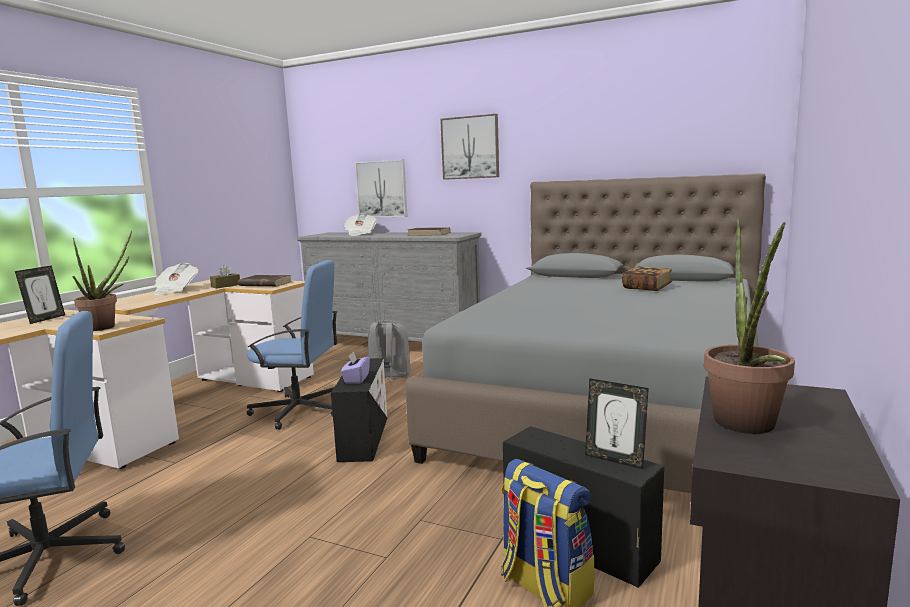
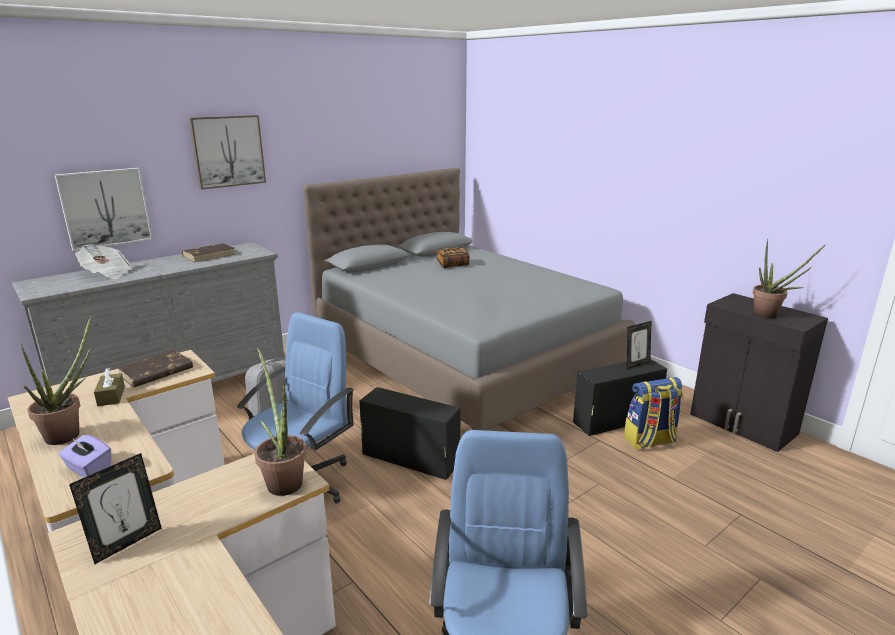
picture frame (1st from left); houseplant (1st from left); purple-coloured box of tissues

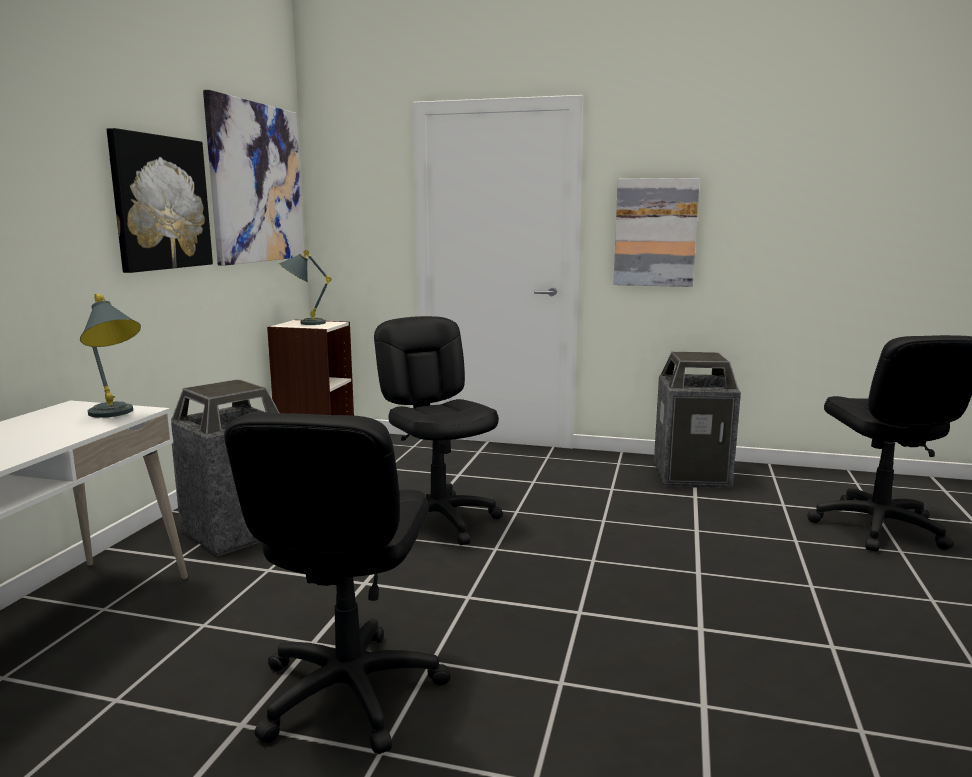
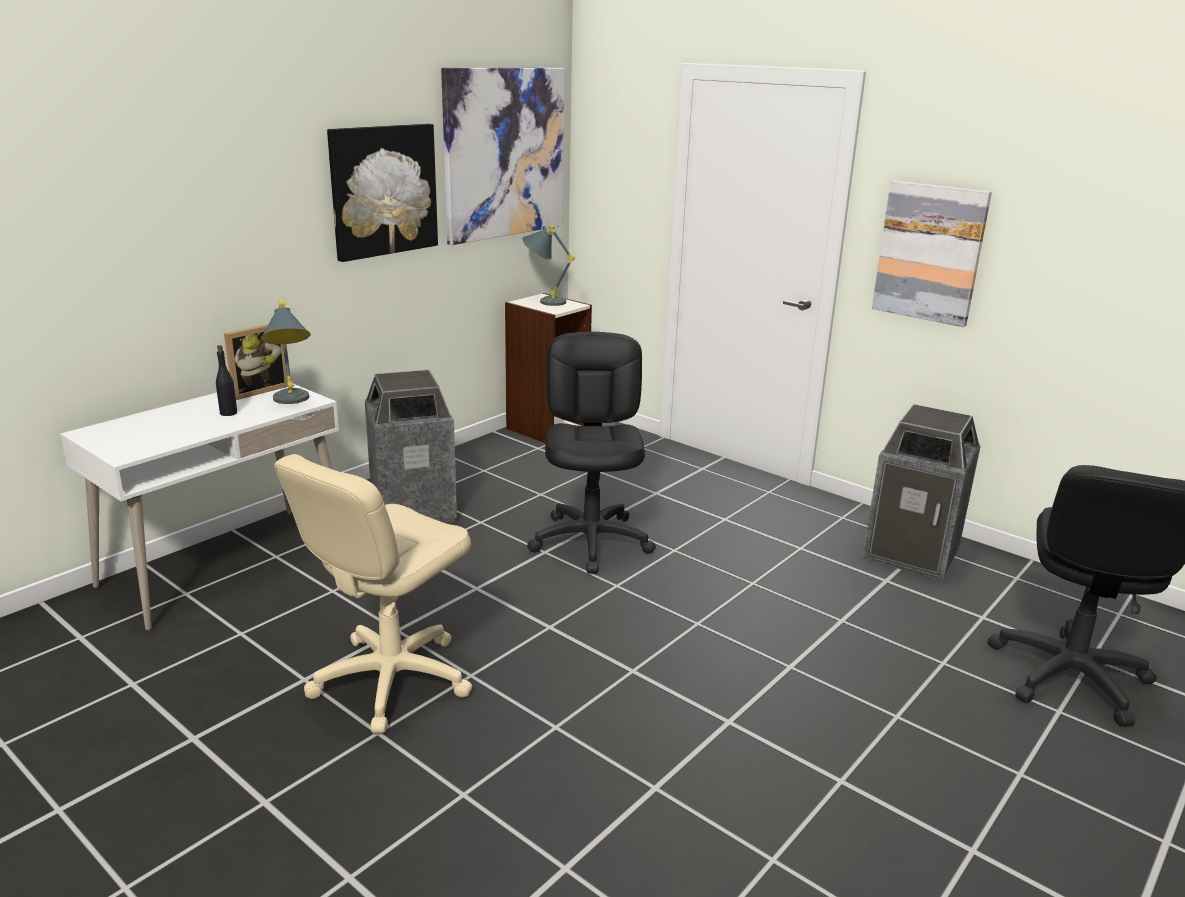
sand-coloured office chair; black-coloured beverage bottle; picture frame

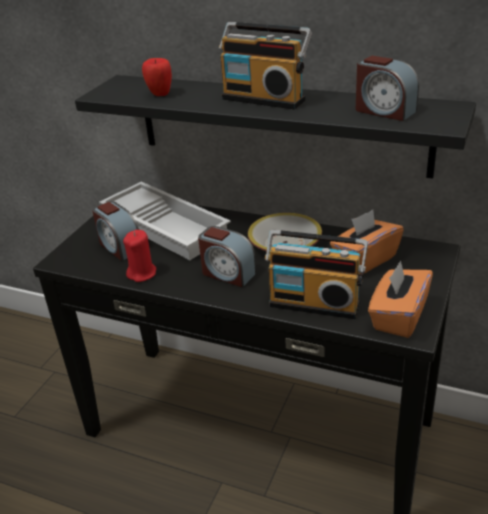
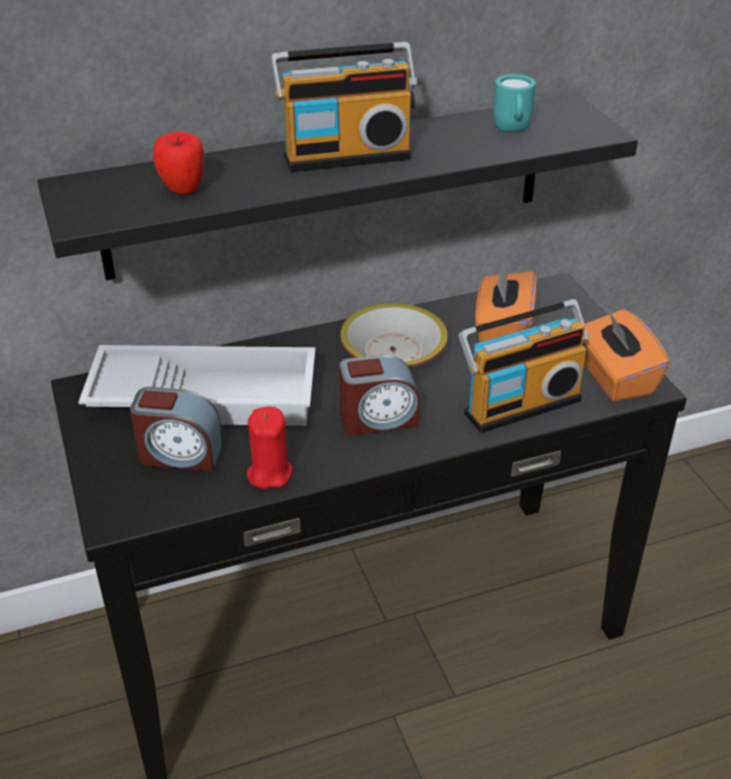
turquoise-coloured tea mug

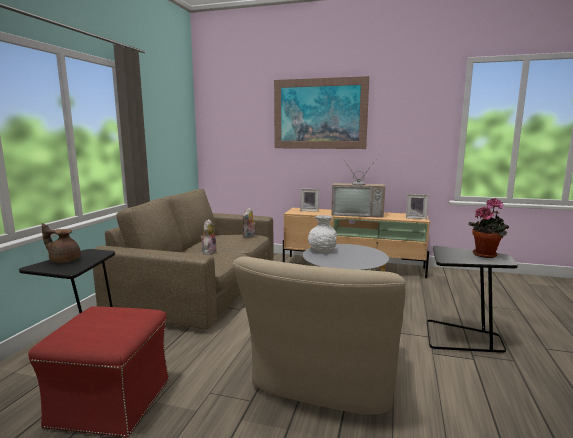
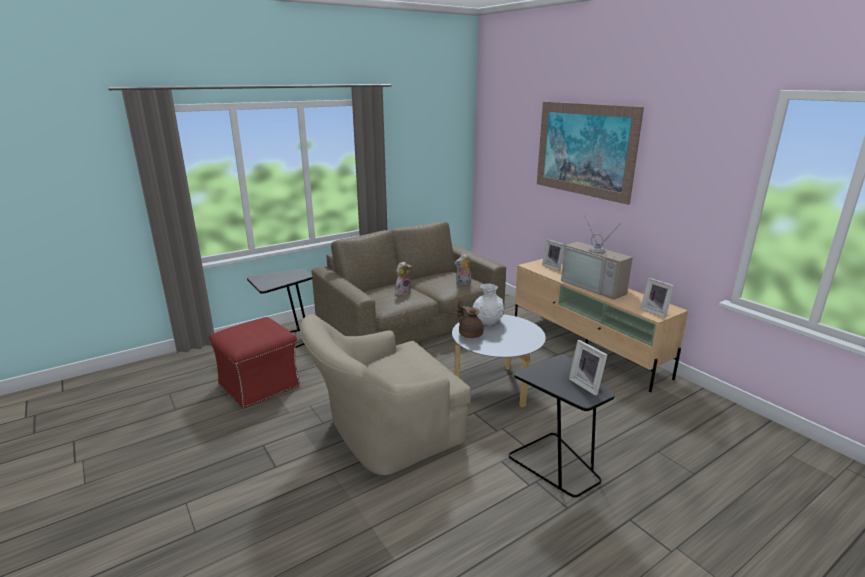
brown-coloured pot for tea; picture frame (2nd from left)

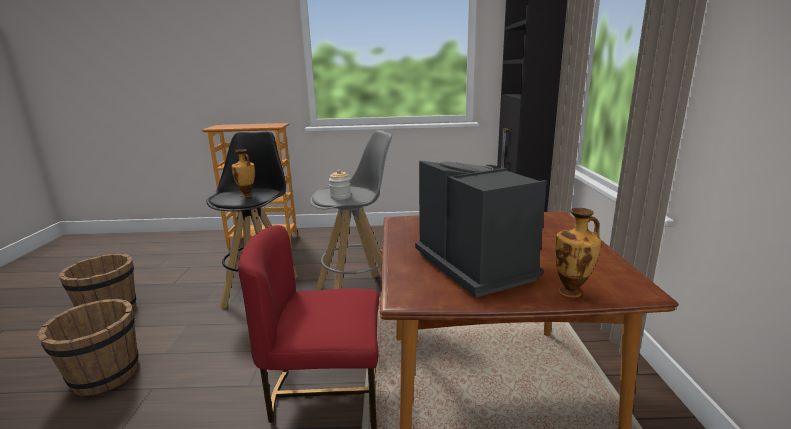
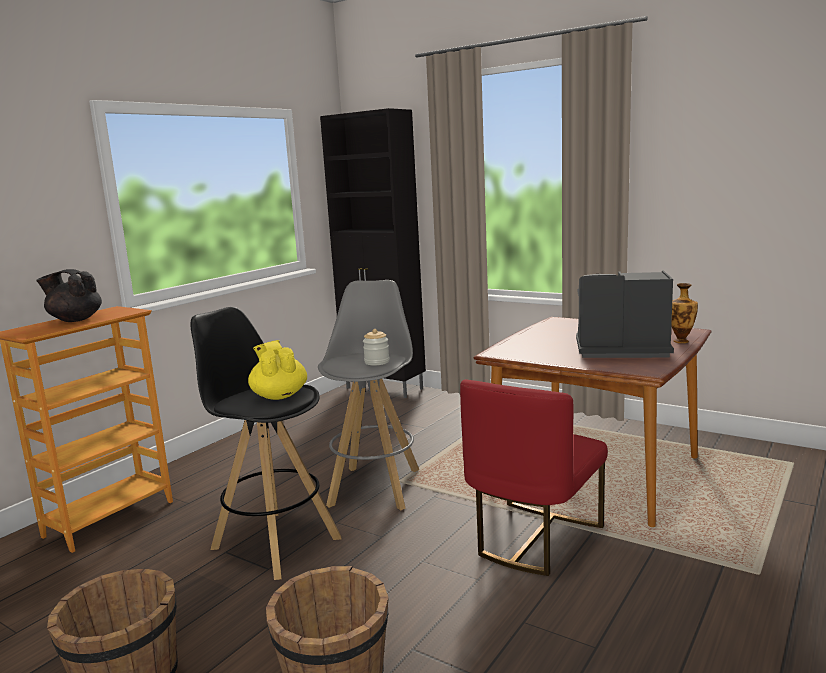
yellow pot for tea; black-coloured pot for tea

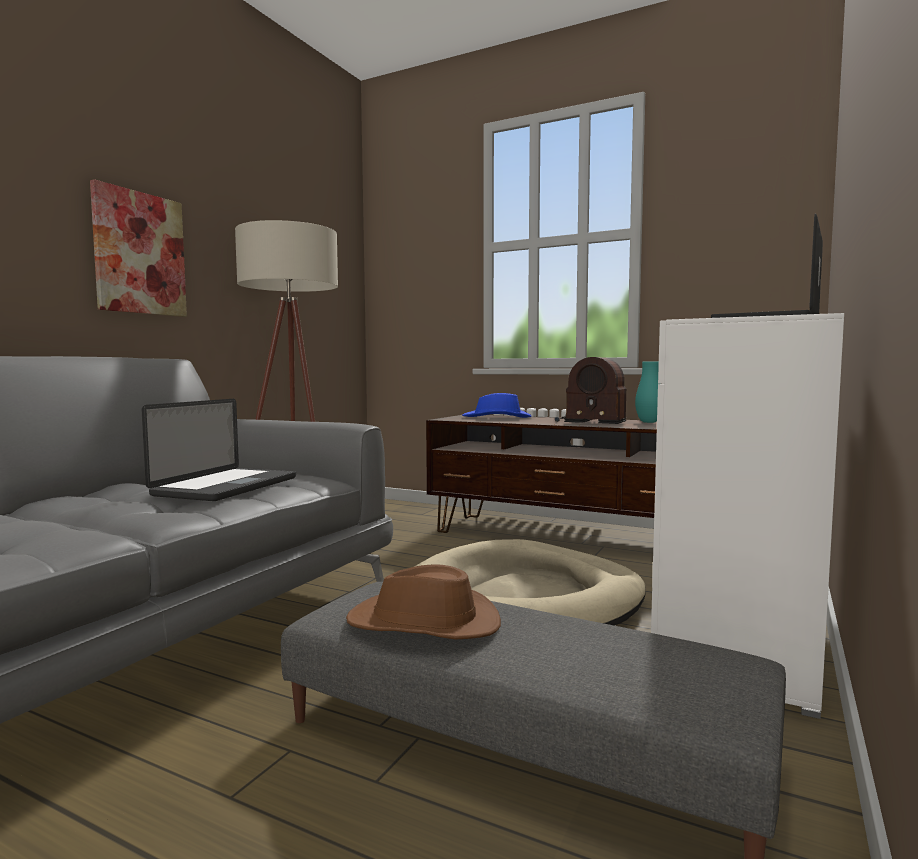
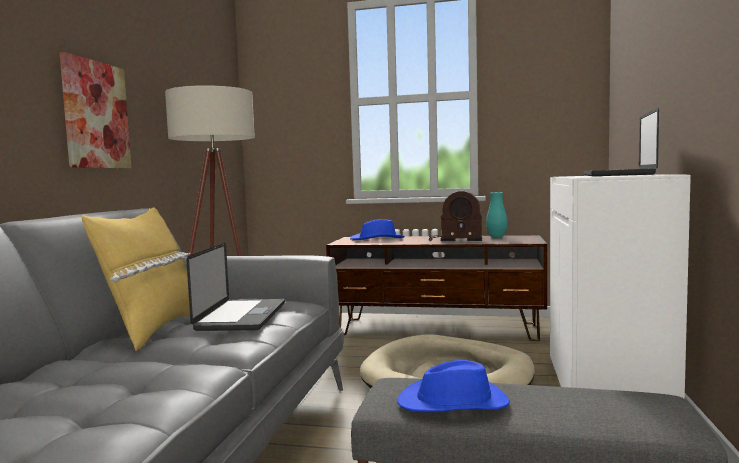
blue wearable hat (2nd from left); yellow throw pillow

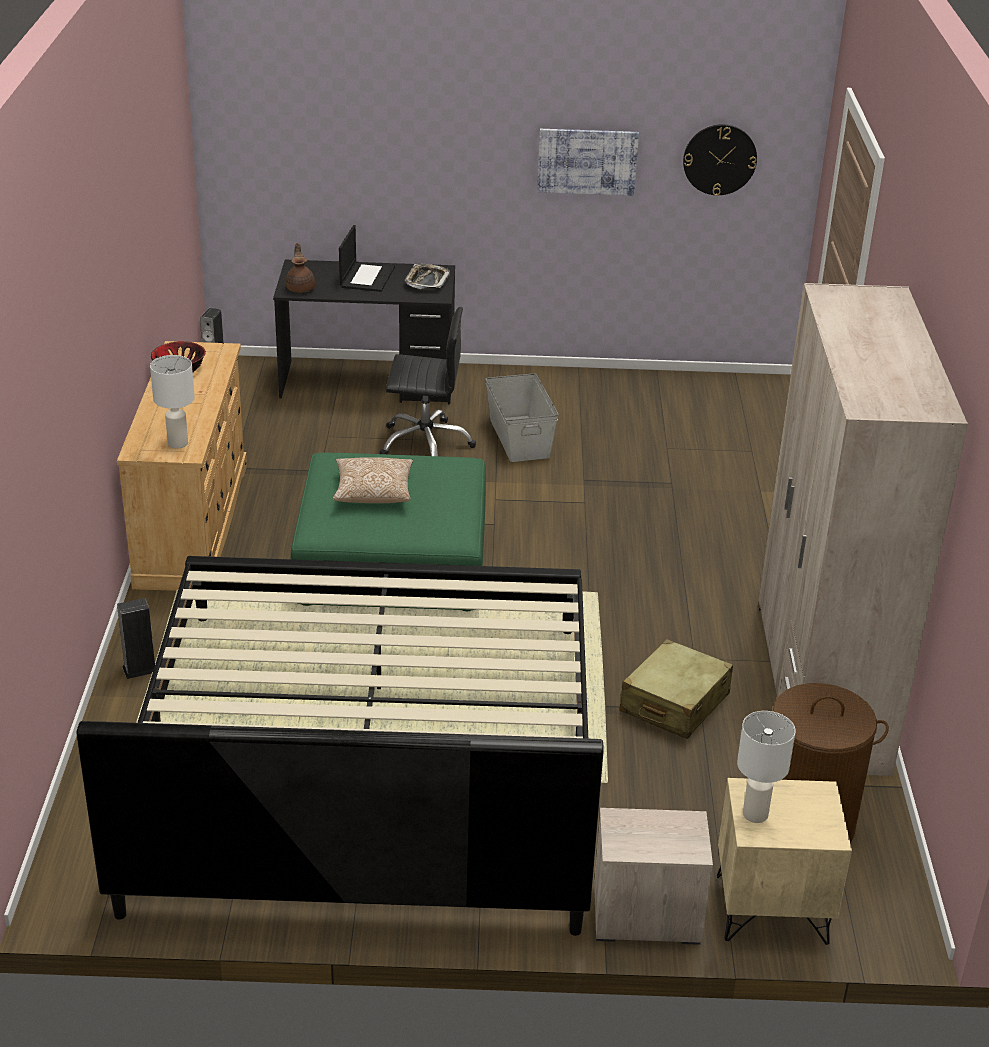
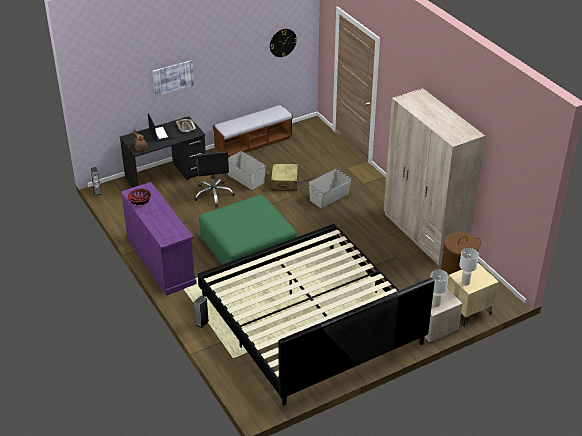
purple-coloured drawer chest; whitish table lamp (1st from left); throw pillow; black-coloured office chair; picture; sand-coloured piece of luggage; indoor bench; gray storage container (2nd from left)

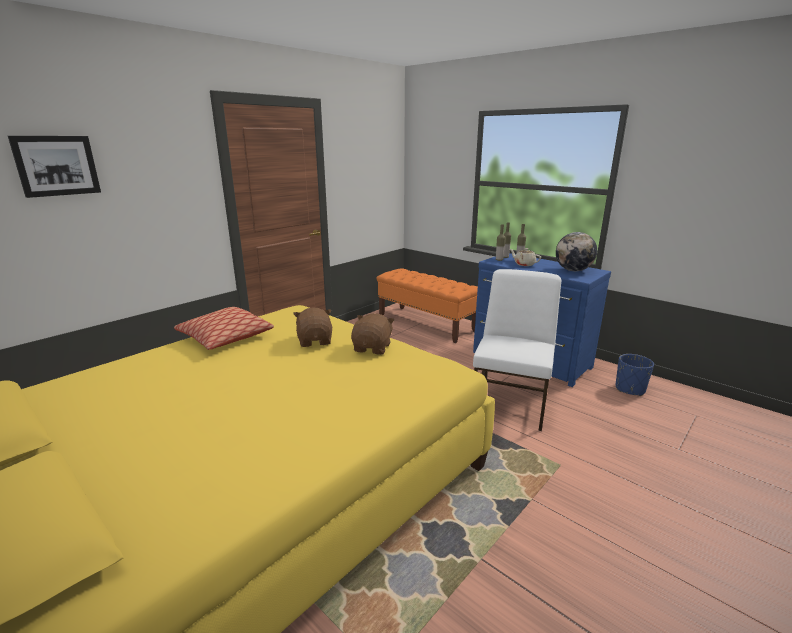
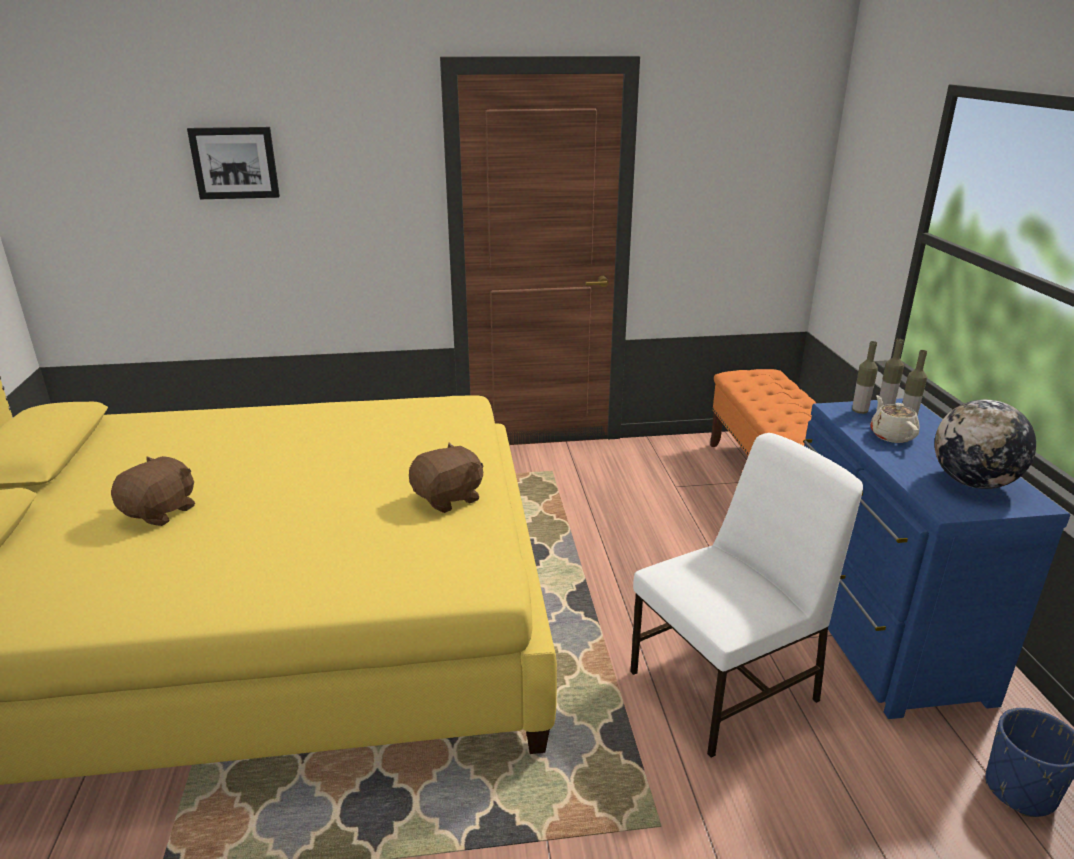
throw pillow; brown-coloured cuddly toy (1st from left)

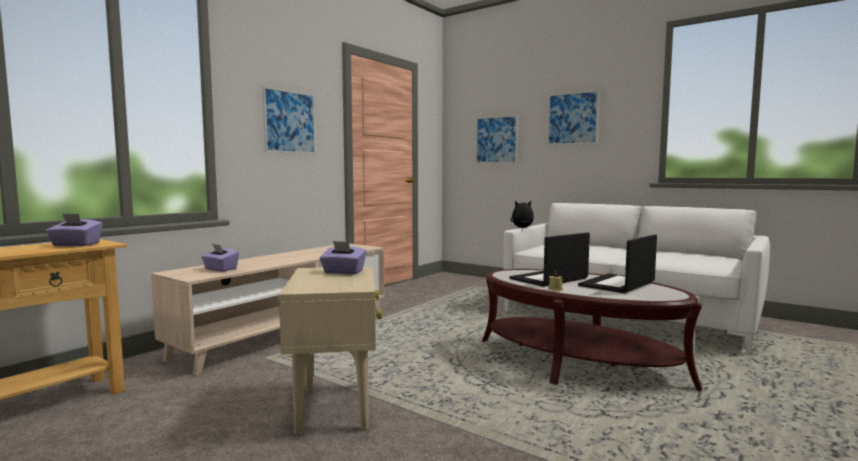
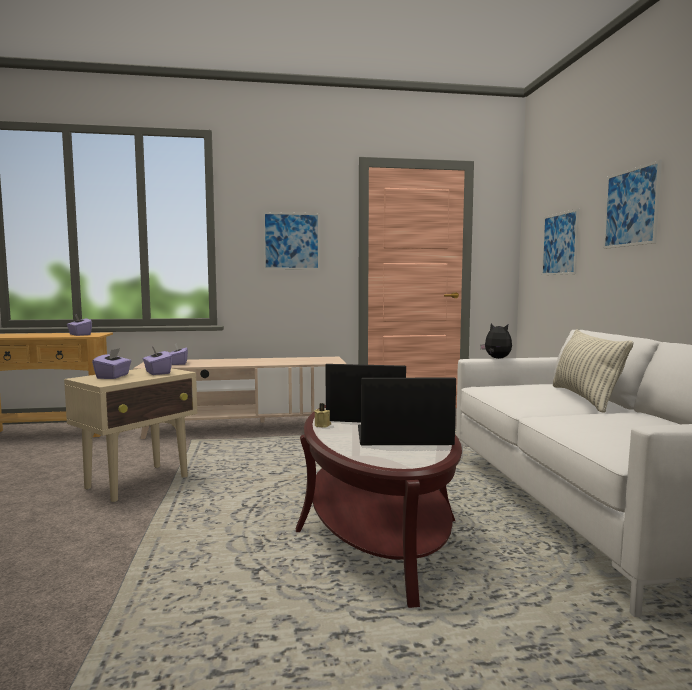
purple-coloured box of tissues (2nd from left); throw pillow

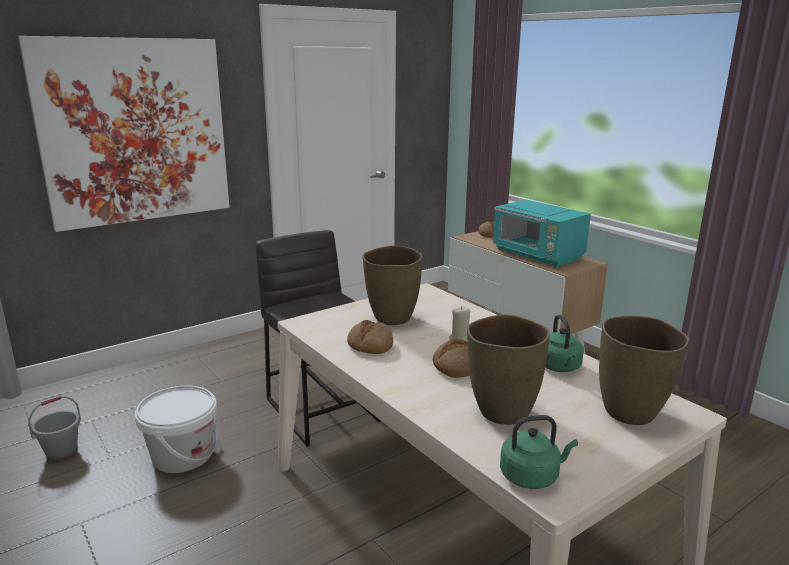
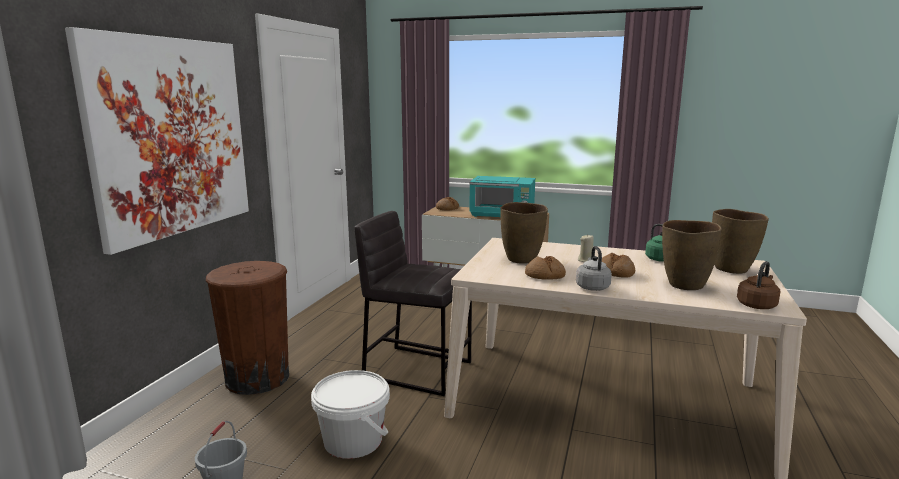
brown-coloured tea kettle; brown-coloured trash can; gray tea kettle

